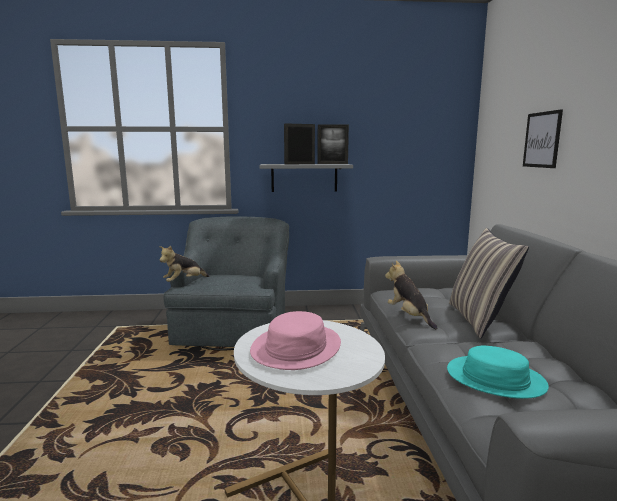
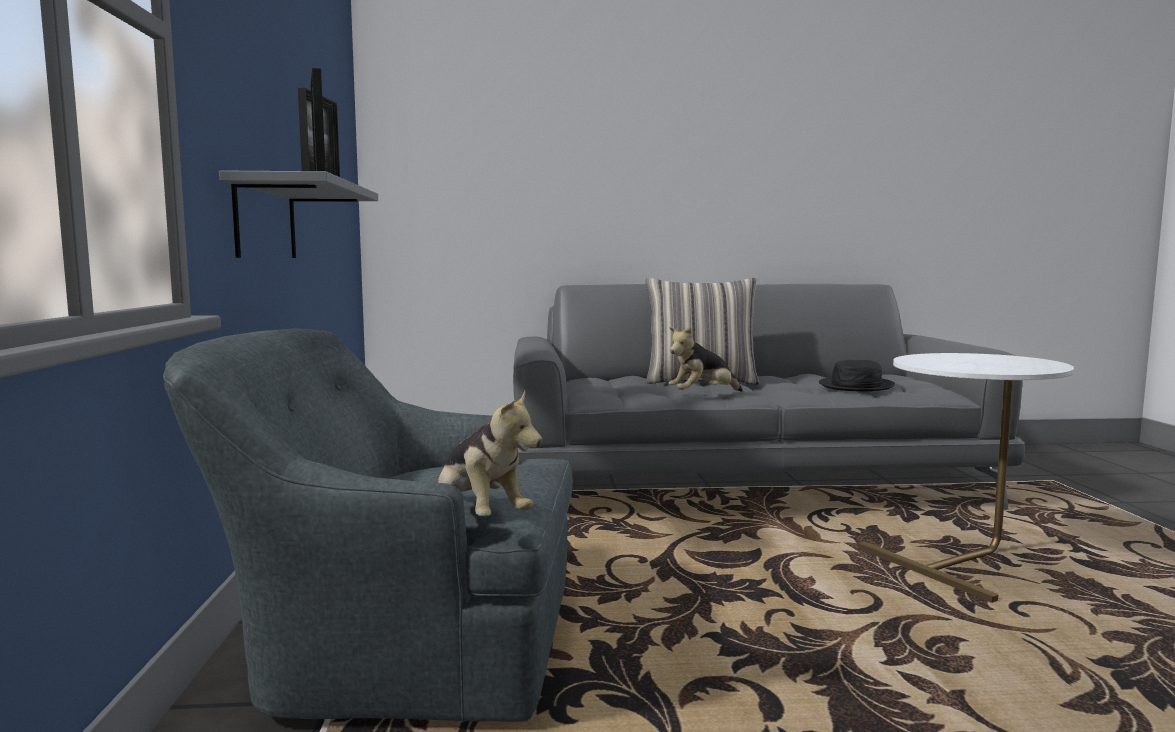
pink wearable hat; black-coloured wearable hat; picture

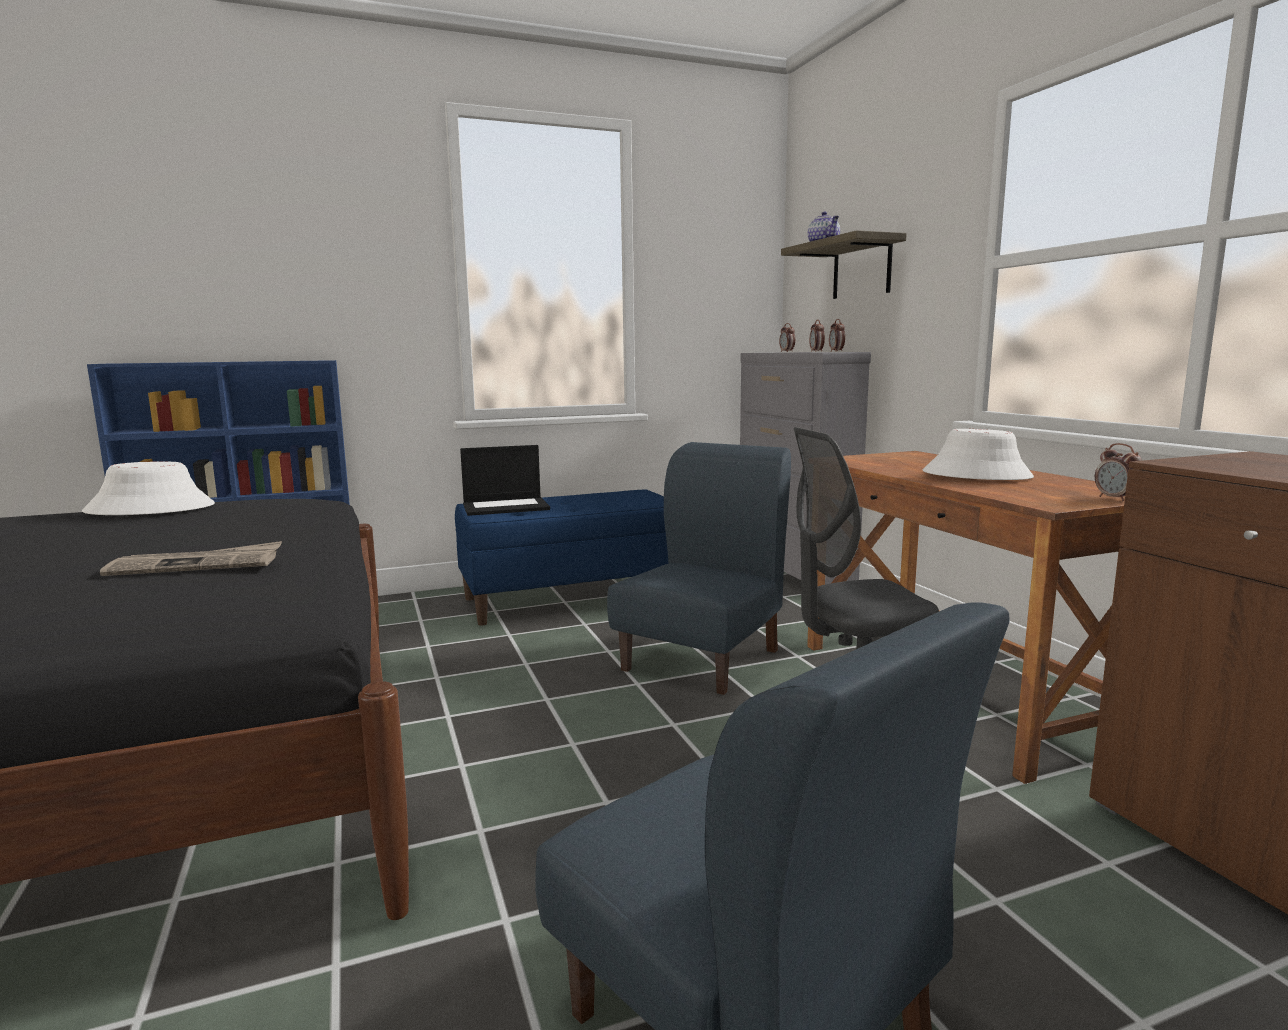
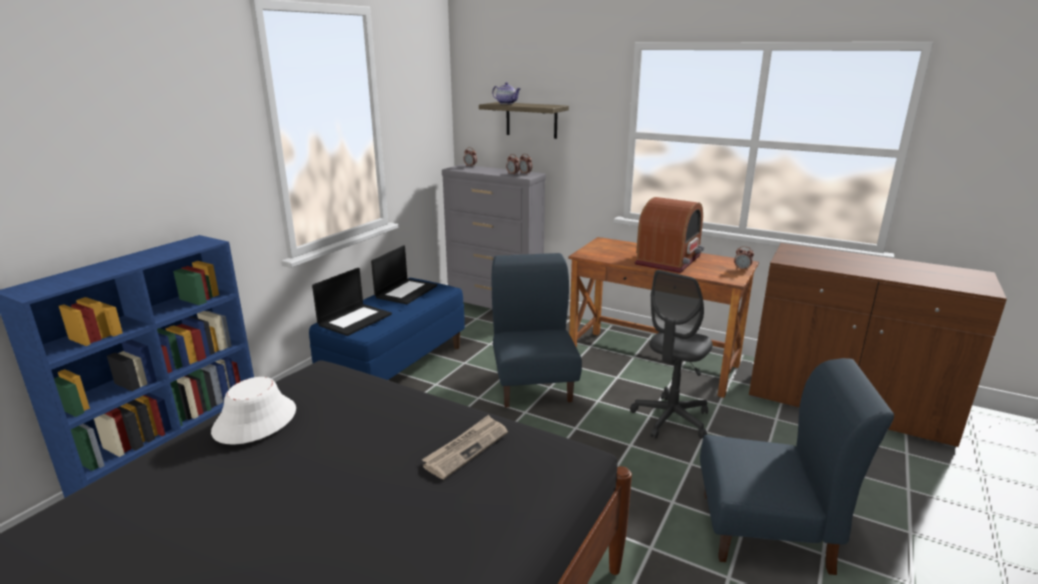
radio receiver; notebook computer (2nd from left)

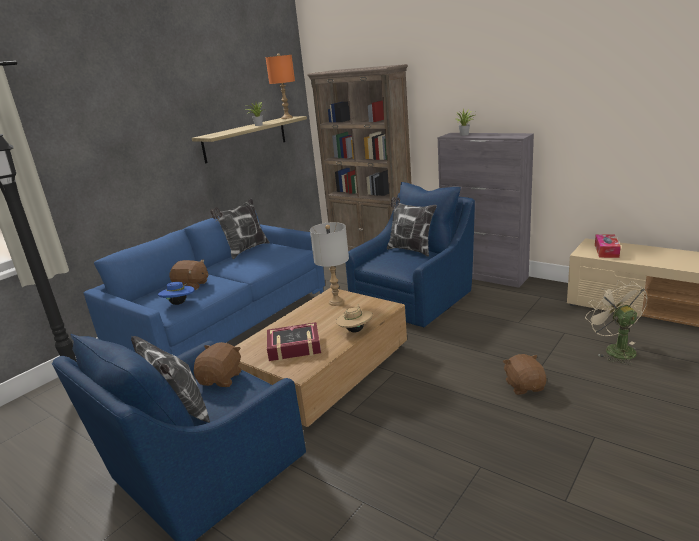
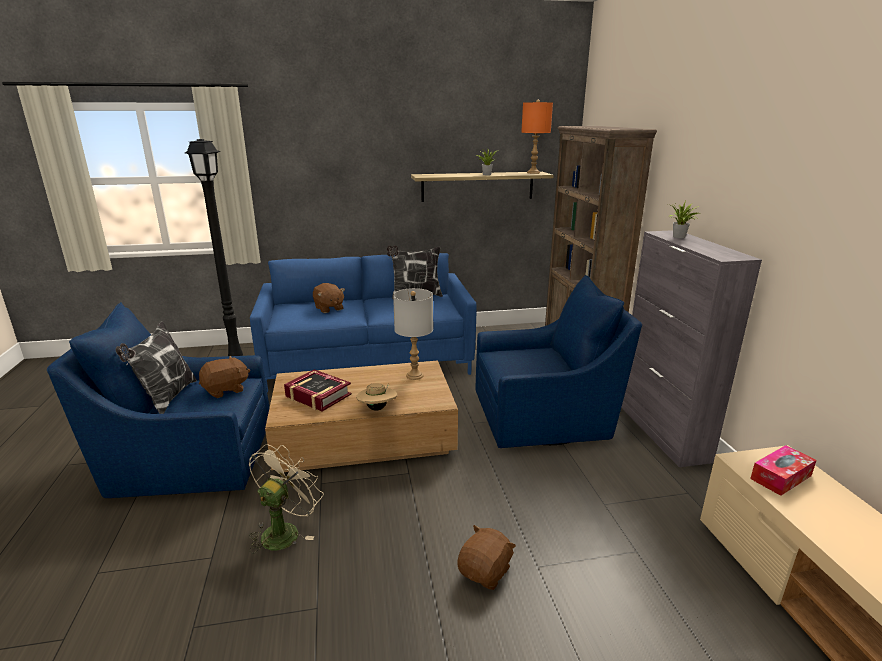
blue wearable hat; throw pillow (3rd from left in the first image); sand-coloured electric fan

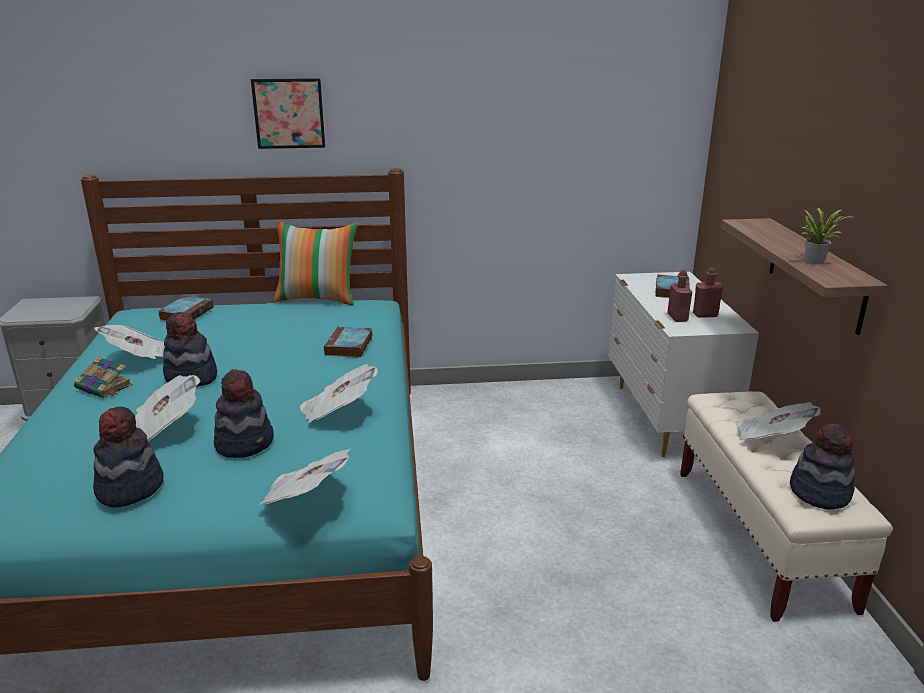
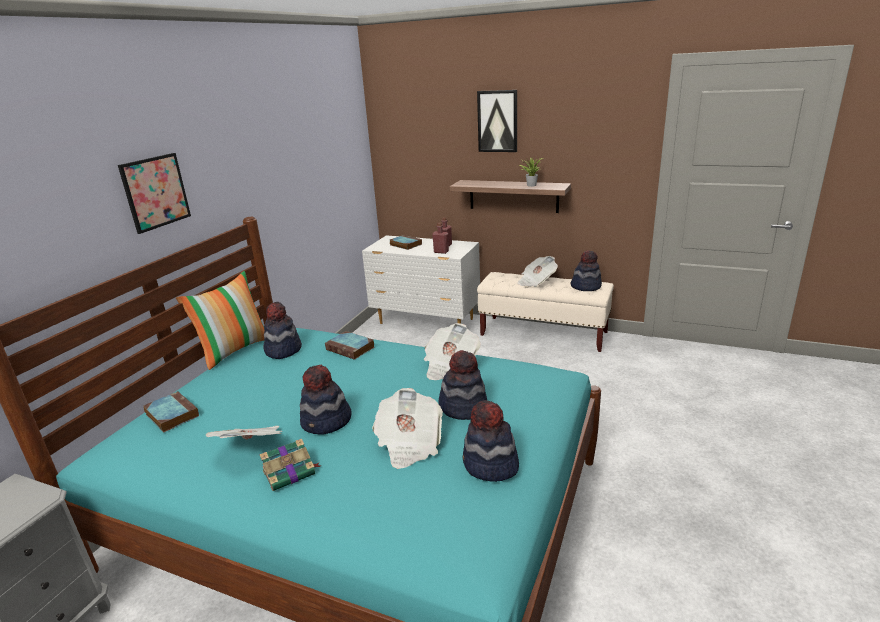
printed paper (3rd from left in the first image); wearable hat (1st from left); picture (2nd from left)

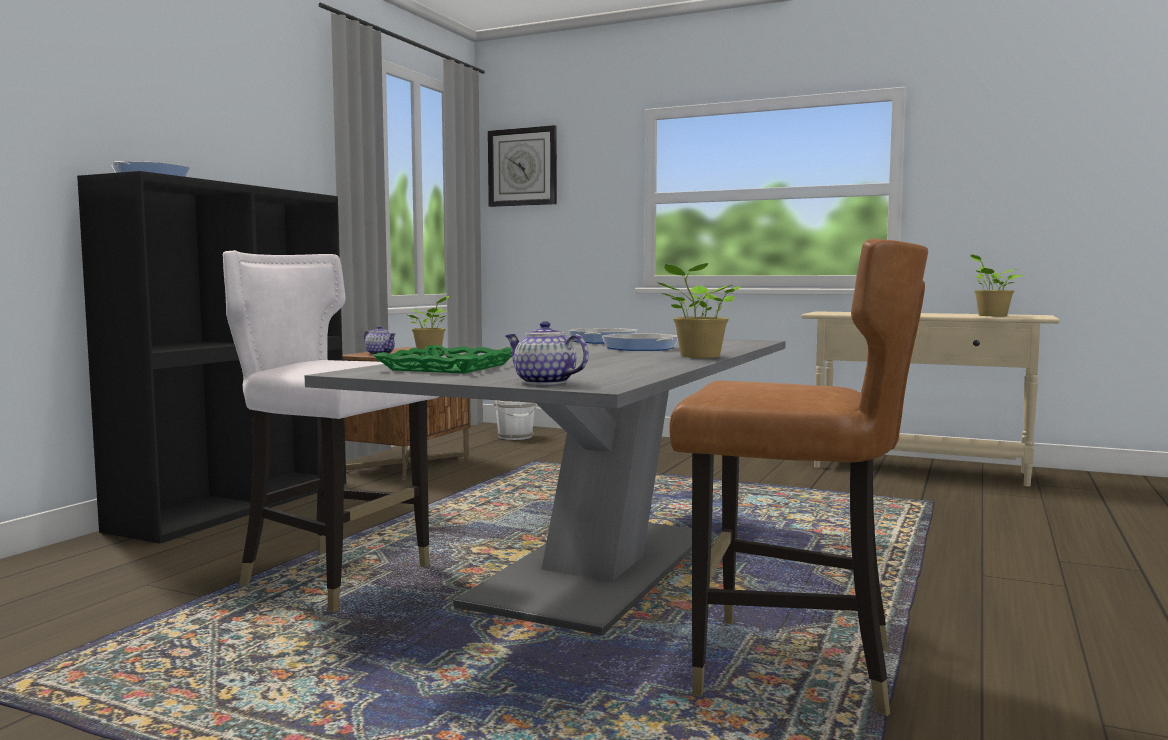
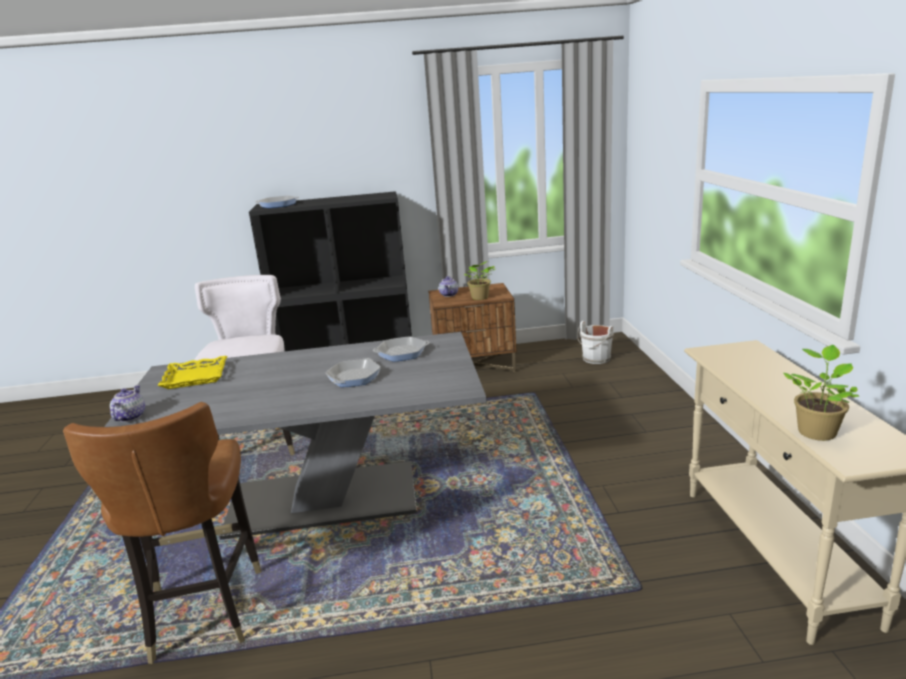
yellow carrying tray; clock on the wall; houseplant (2nd from left in the first image)

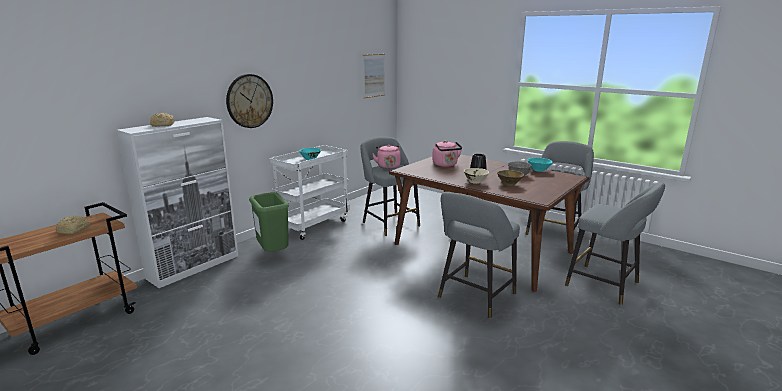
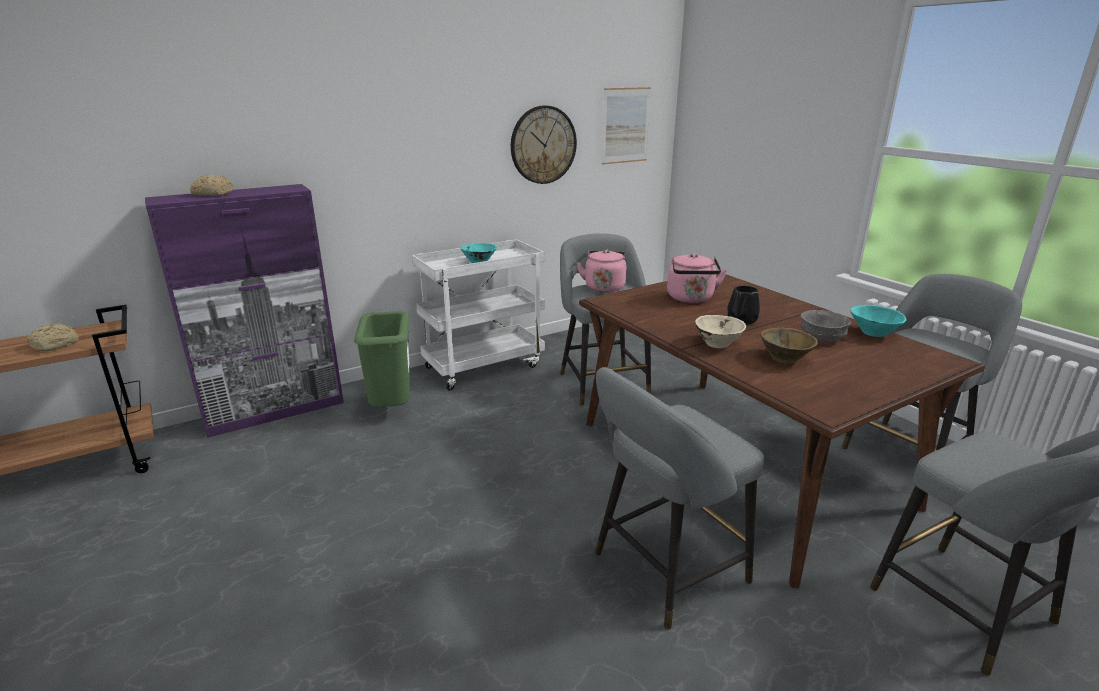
purple-coloured cabinet; clock on the wall

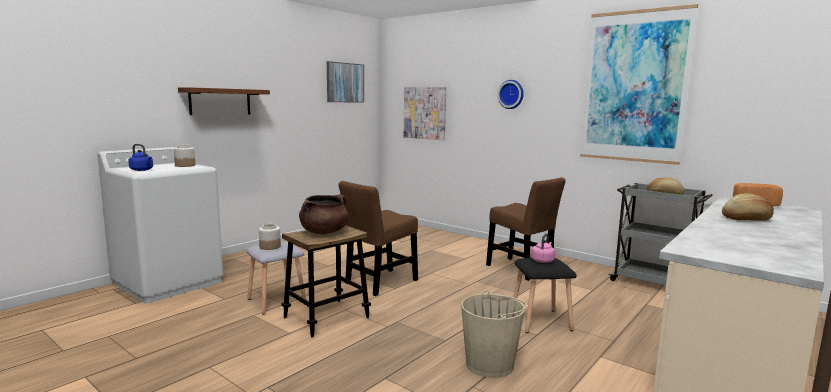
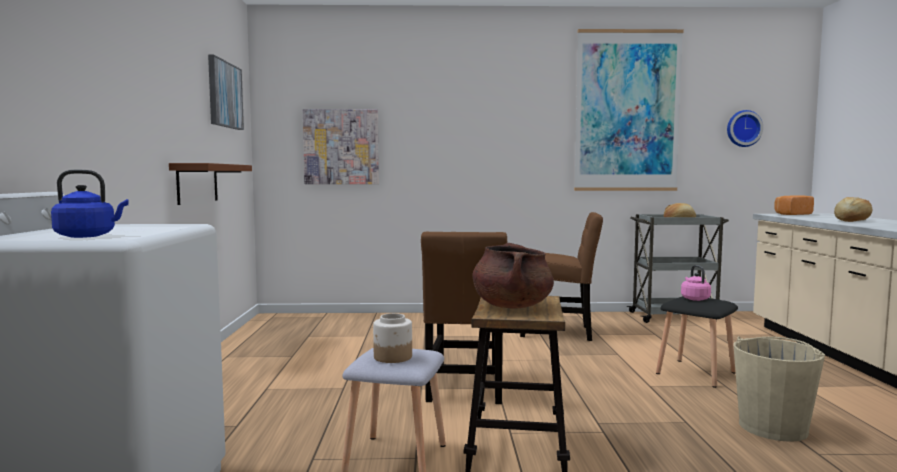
storage jar (1st from left in the first image); brown-coloured shelf; clock on the wall

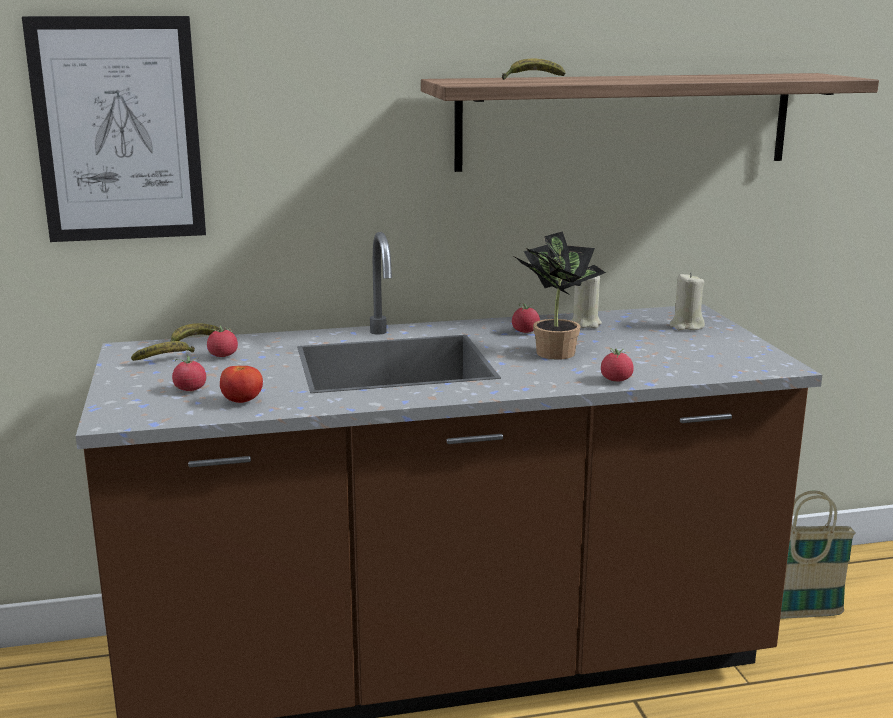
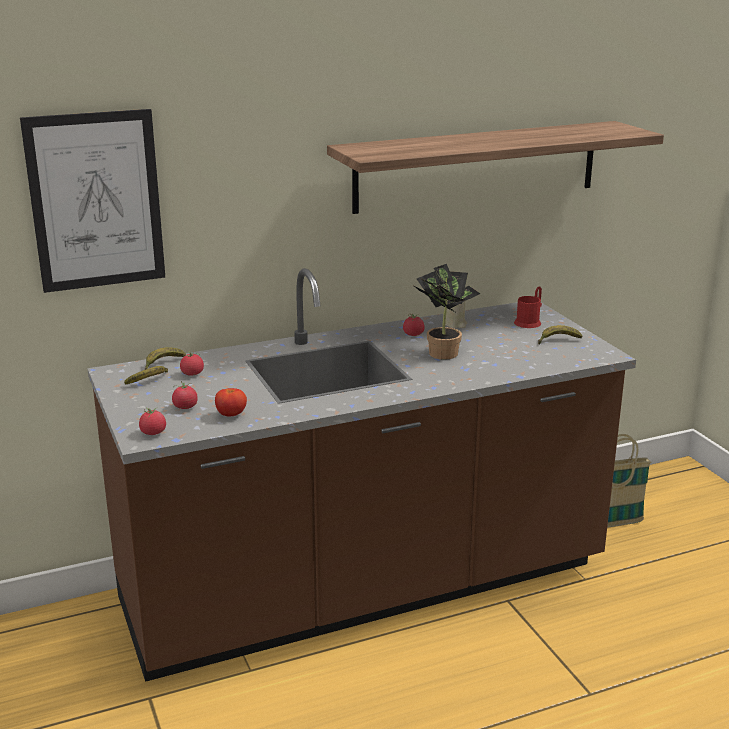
banana (3rd from left); tomato (1st from left); red-coloured tea mug

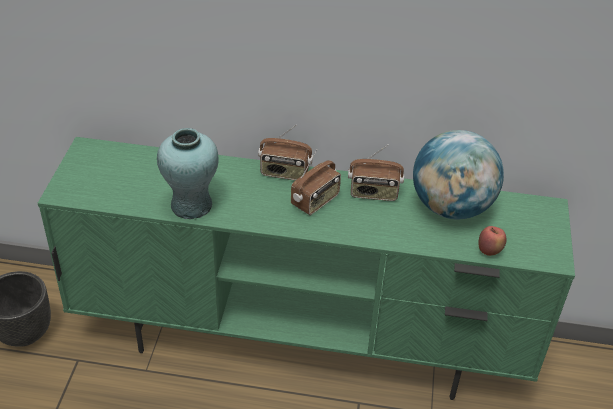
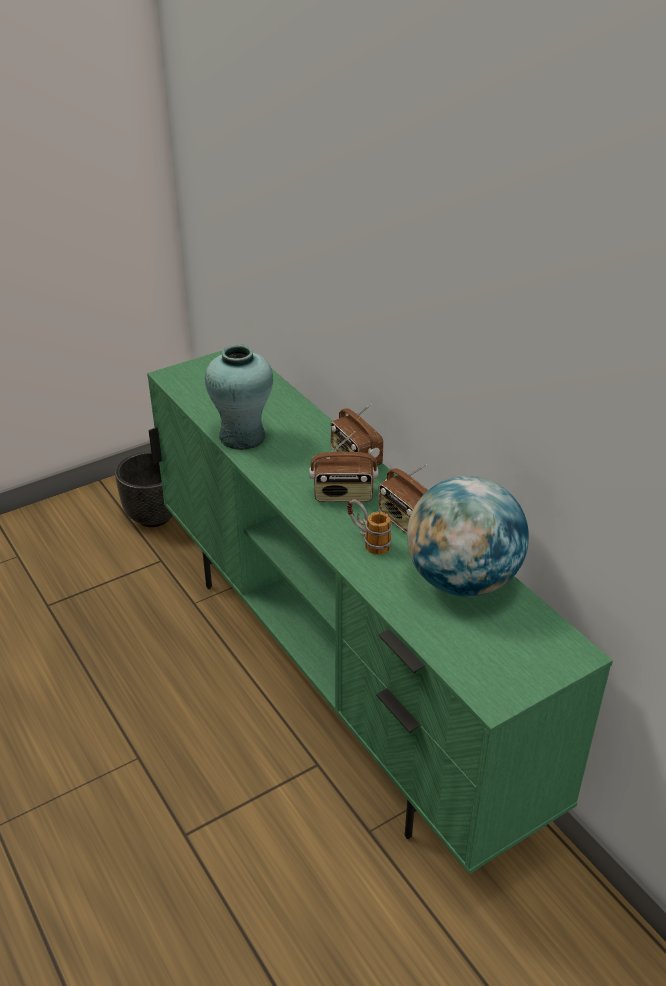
whole apple; tea mug

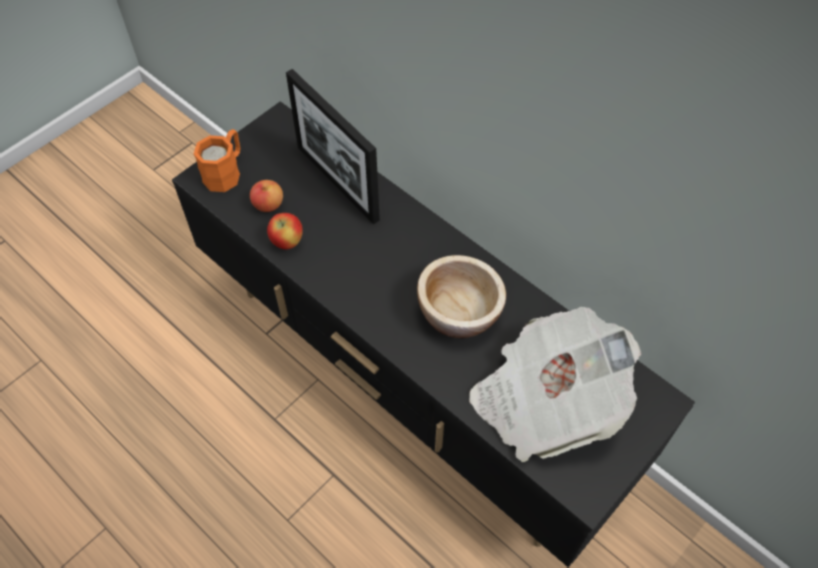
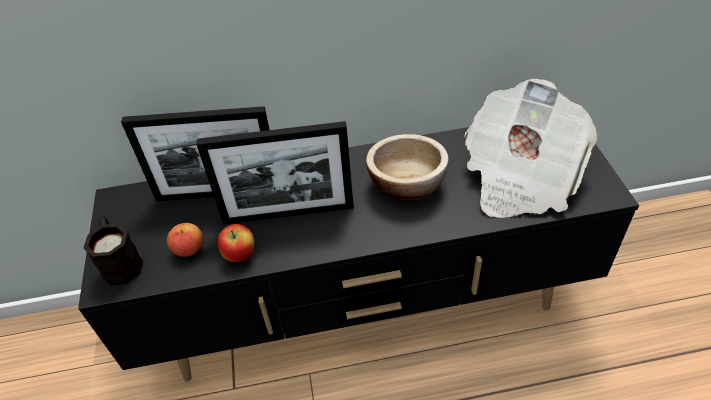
black-coloured tea mug; picture frame (2nd from left)

